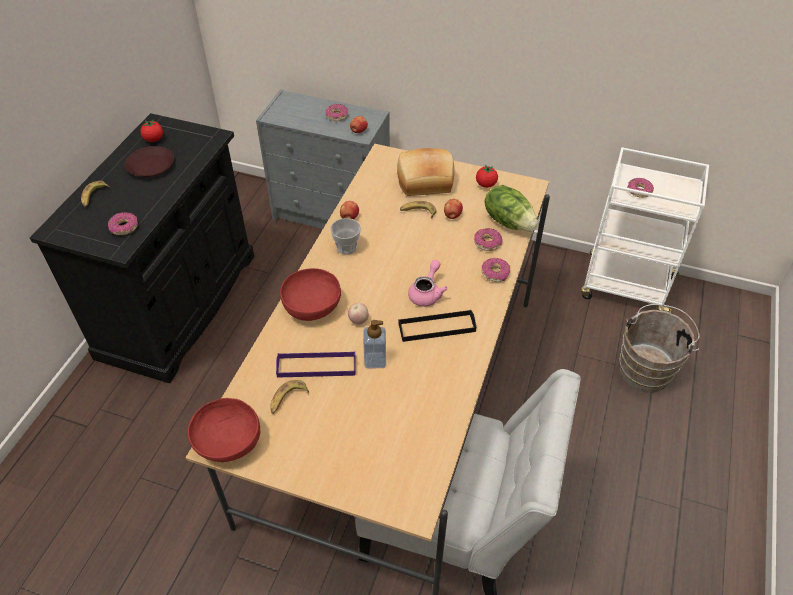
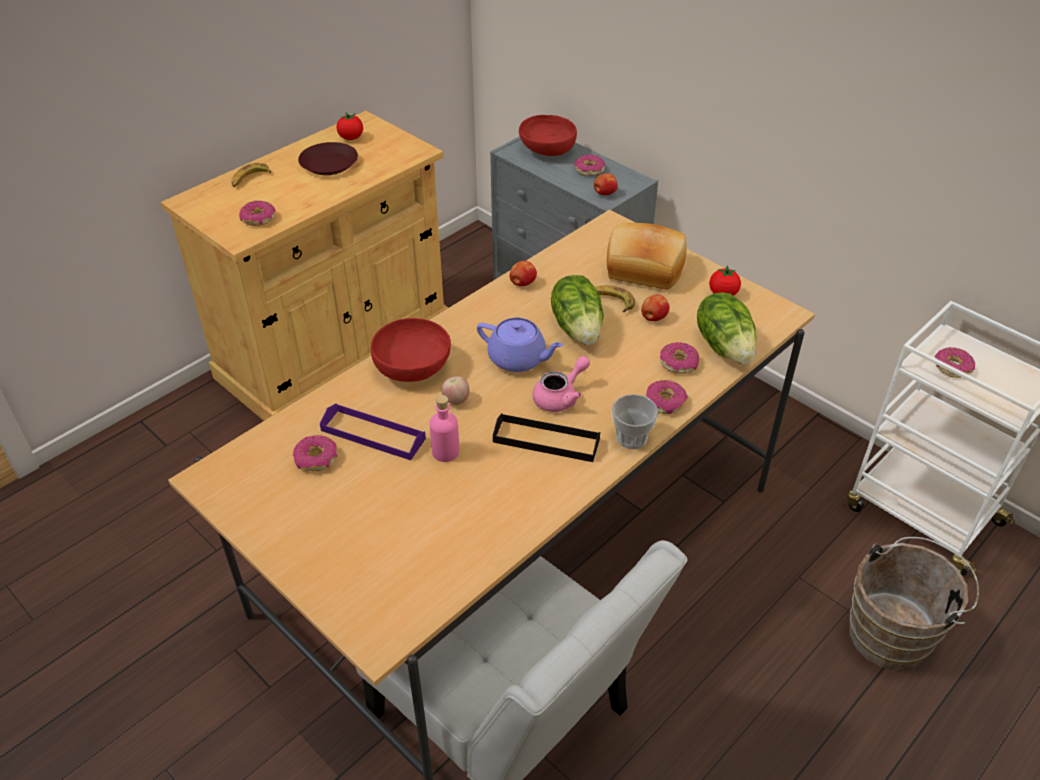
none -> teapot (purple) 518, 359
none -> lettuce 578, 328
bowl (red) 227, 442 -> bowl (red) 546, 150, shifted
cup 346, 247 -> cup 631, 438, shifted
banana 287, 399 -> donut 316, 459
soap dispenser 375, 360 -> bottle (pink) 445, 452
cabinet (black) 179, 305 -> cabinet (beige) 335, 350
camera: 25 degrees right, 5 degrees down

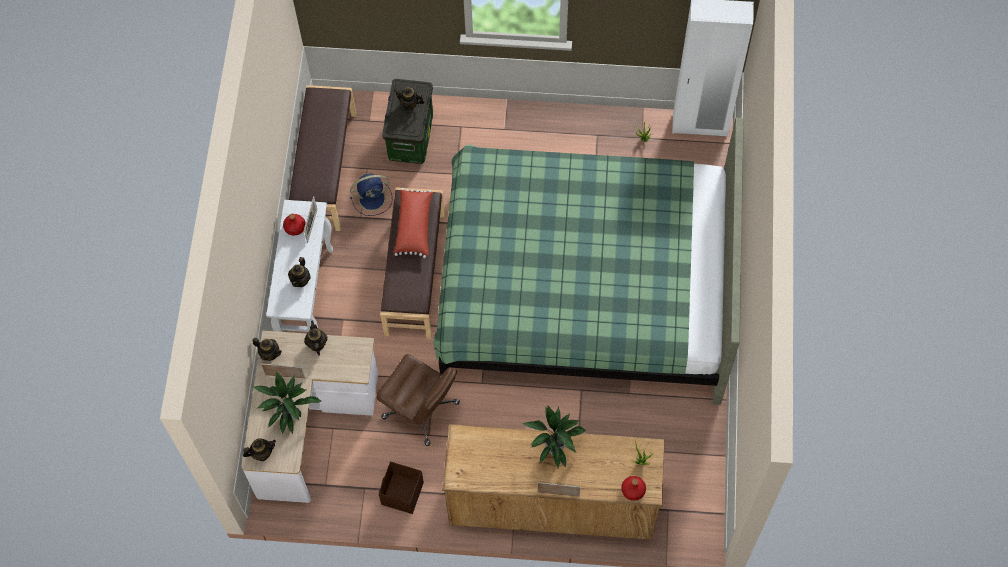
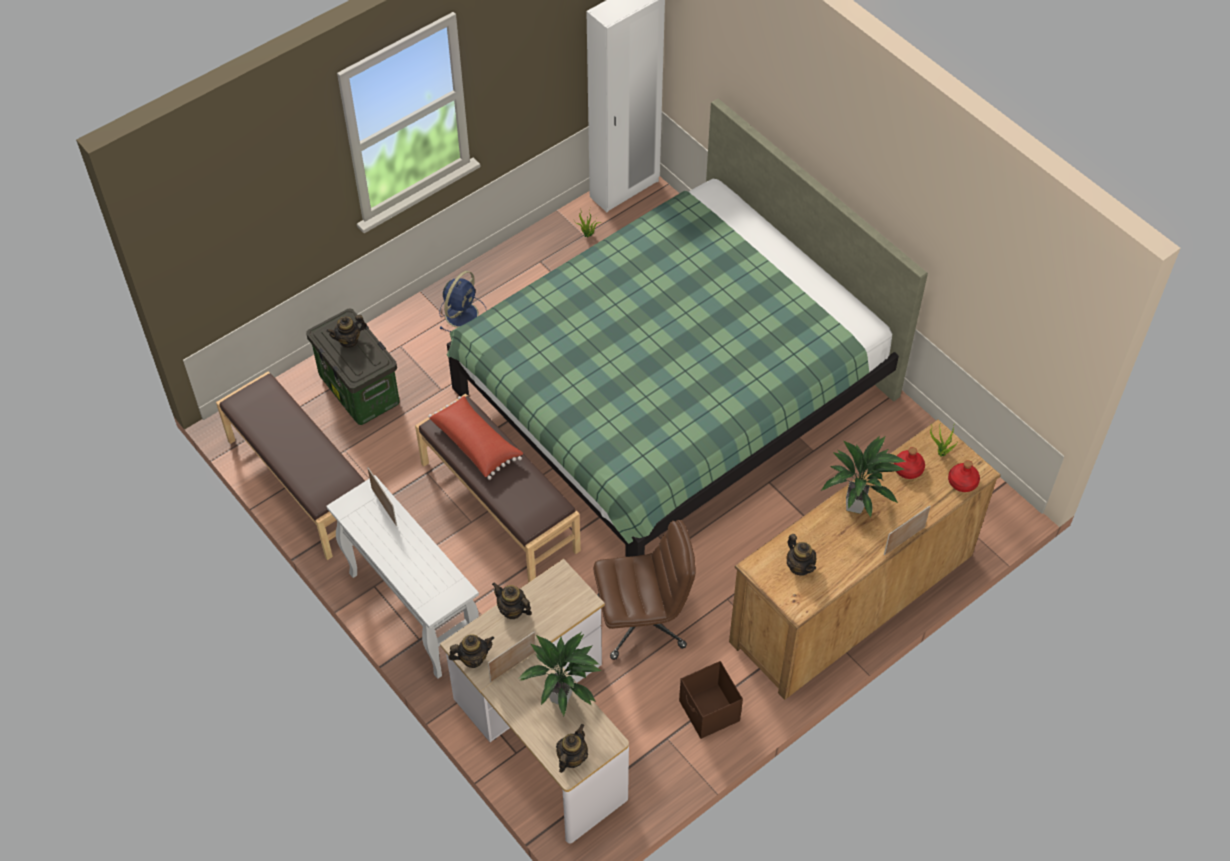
bottle (red) 295, 227 -> bottle (red) 908, 469, shifted
teapot 301, 280 -> teapot 800, 566, shifted
fan (blue) 373, 198 -> fan (blue) 462, 313, shifted
camera: 45 degrees left, 10 degrees down

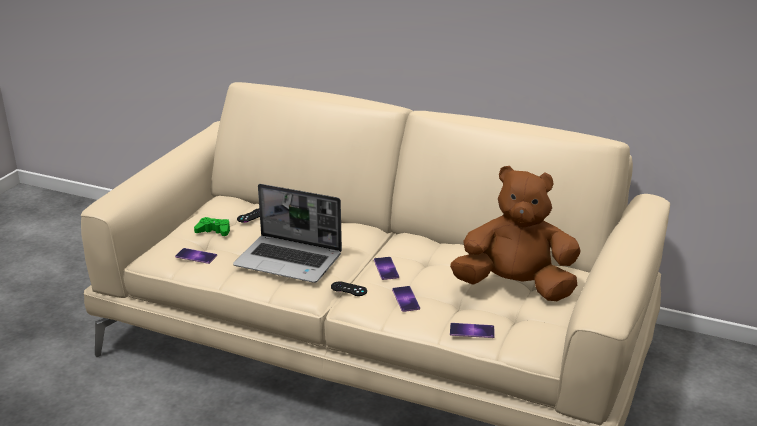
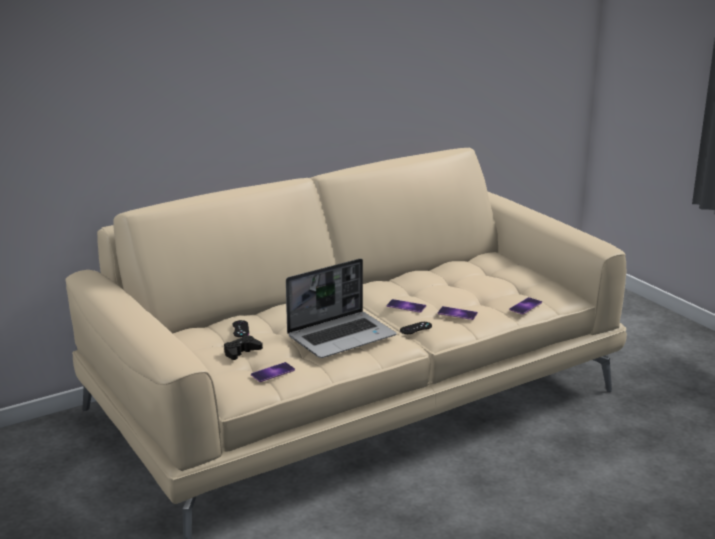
plush toy (brown) 515, 287 -> none
game controller (green) 214, 231 -> game controller (black) 241, 352
camera: 55 degrees left, 5 degrees down

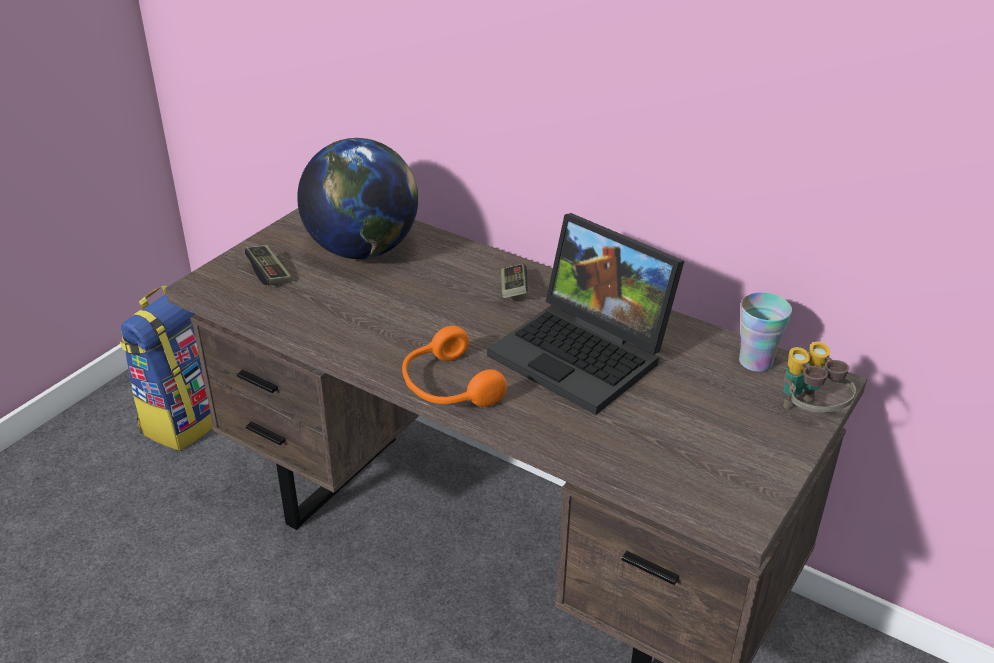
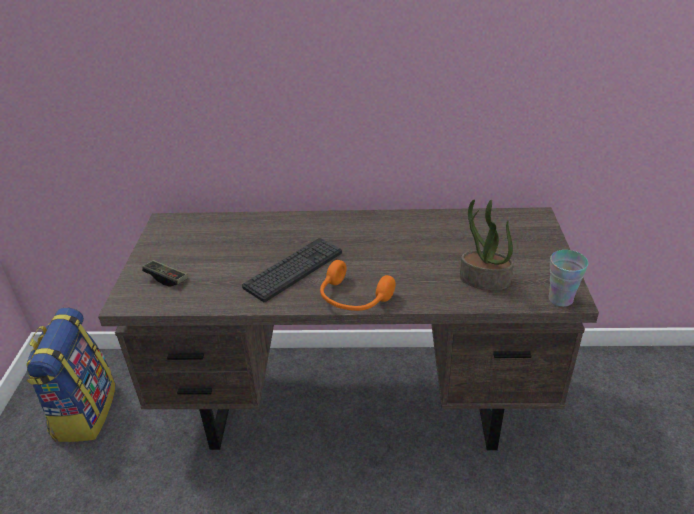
globe 362, 251 -> none
laptop 585, 354 -> none
game controller 513, 289 -> none
binoculars 809, 414 -> none
none -> keyboard 293, 269
none -> potted plant 484, 280
cup 755, 362 -> cup 560, 299, shifted
camera: 30 degrees left, 0 degrees up

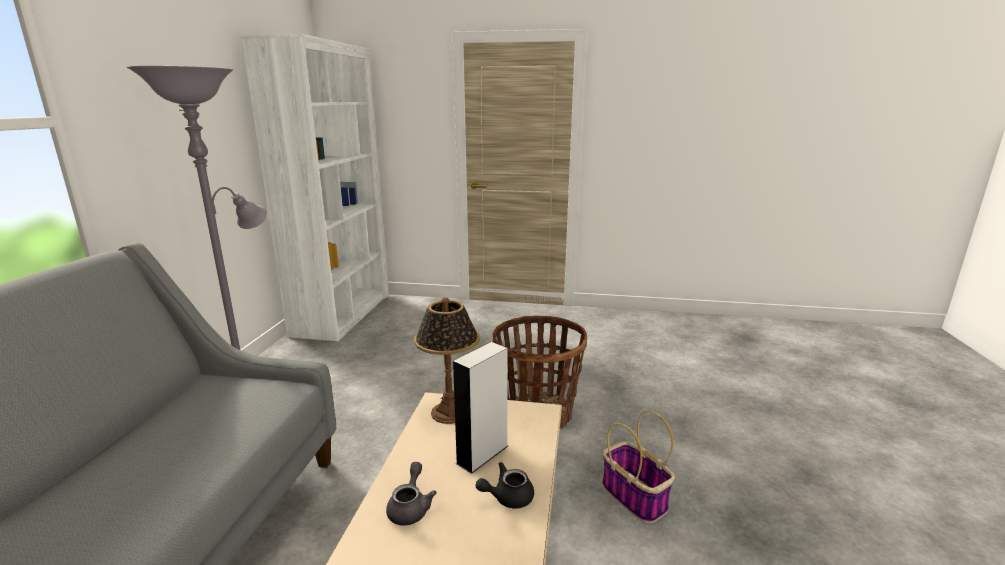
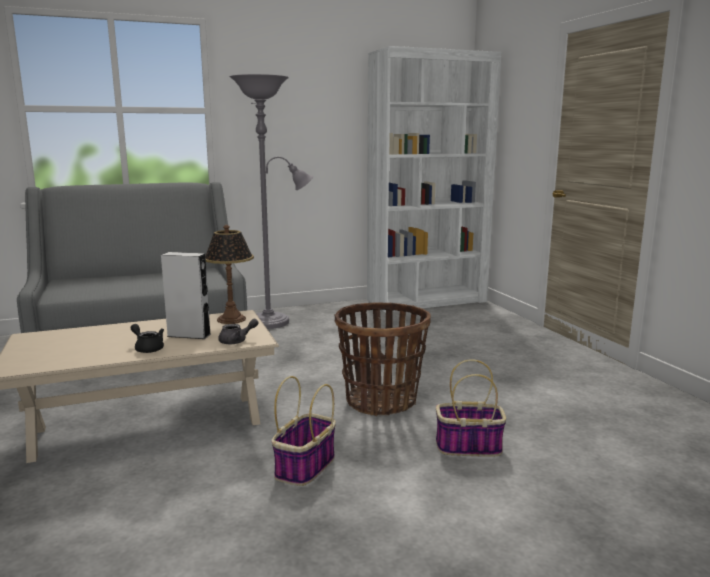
none -> basket 467, 447
teapot (grey) 411, 507 -> teapot (grey) 237, 341, shifted
camera: 60 degrees right, 5 degrees down

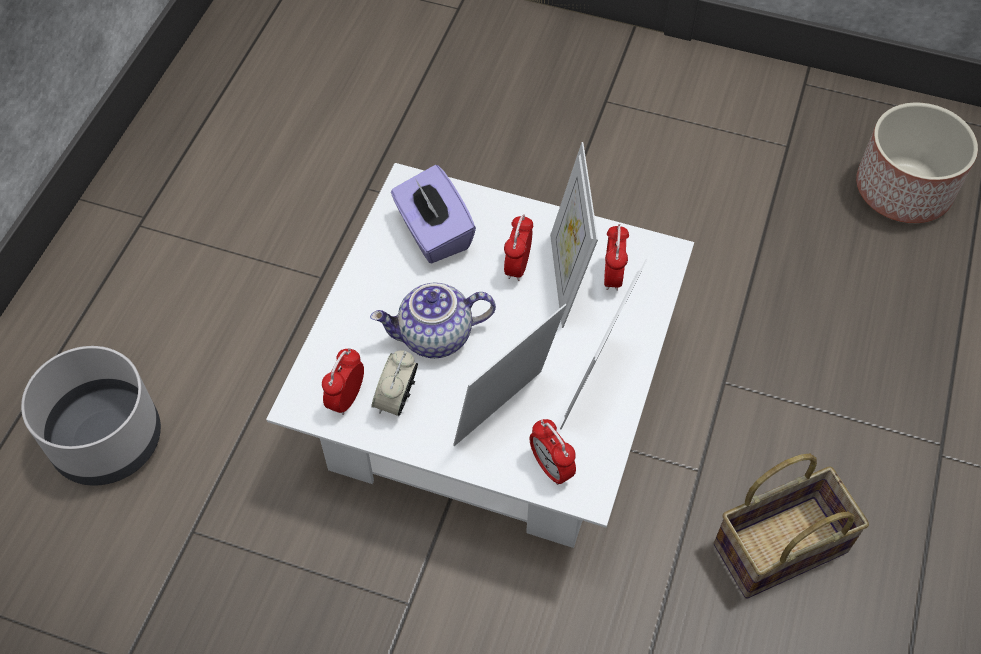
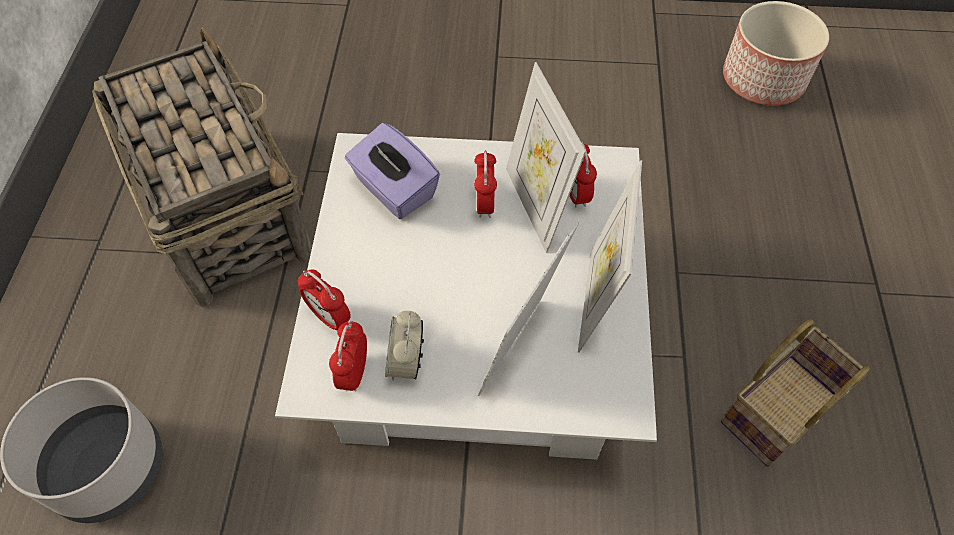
teapot 435, 337 -> none
none -> basket 224, 210
alarm clock 551, 467 -> alarm clock 330, 317, shifted
camera: 15 degrees left, 0 degrees up

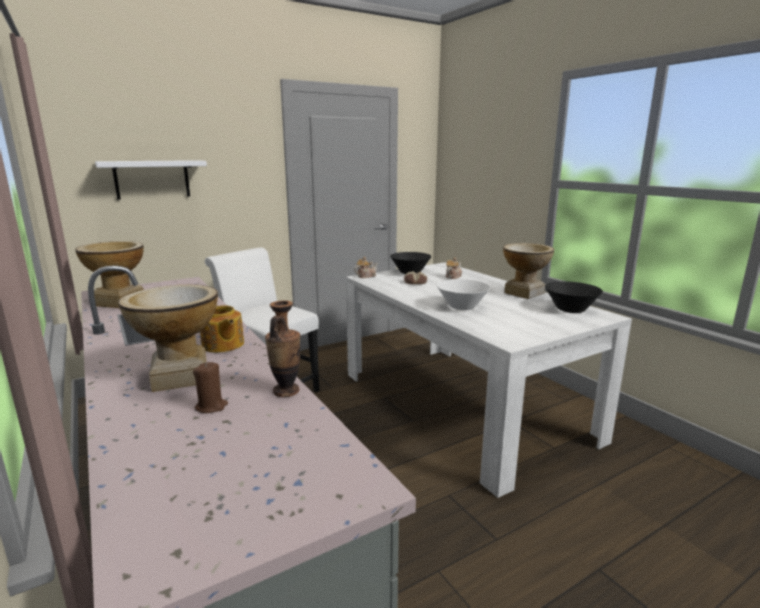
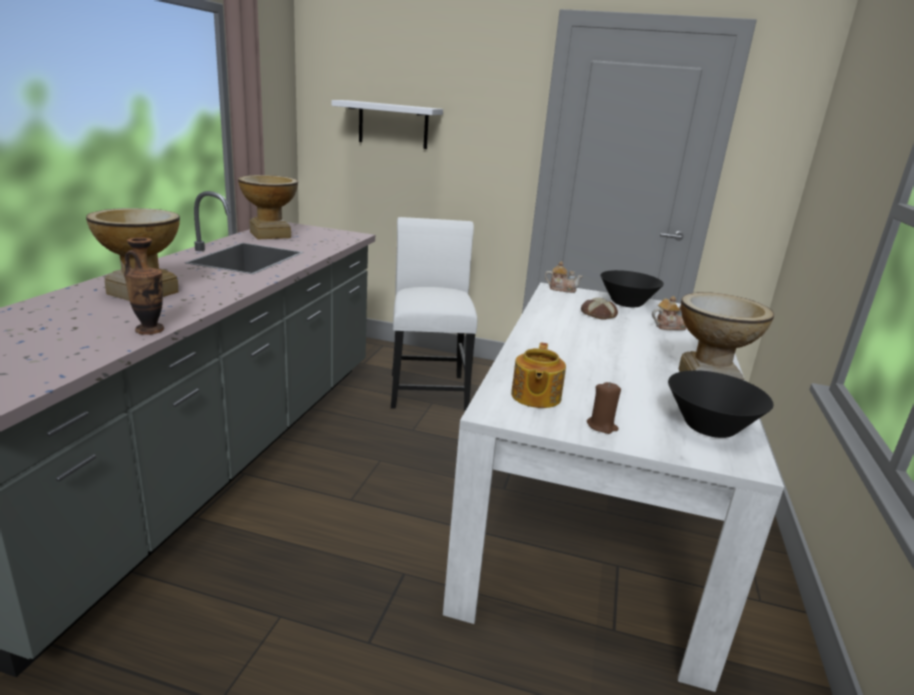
bowl (white) 462, 307 -> none
candle (brown) 211, 407 -> candle (brown) 602, 426, shifted
teapot 222, 345 -> teapot 535, 397, shifted
camera: 45 degrees right, 5 degrees up

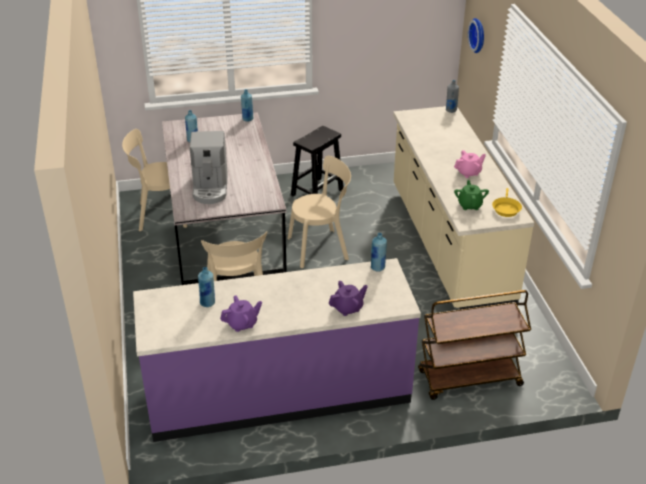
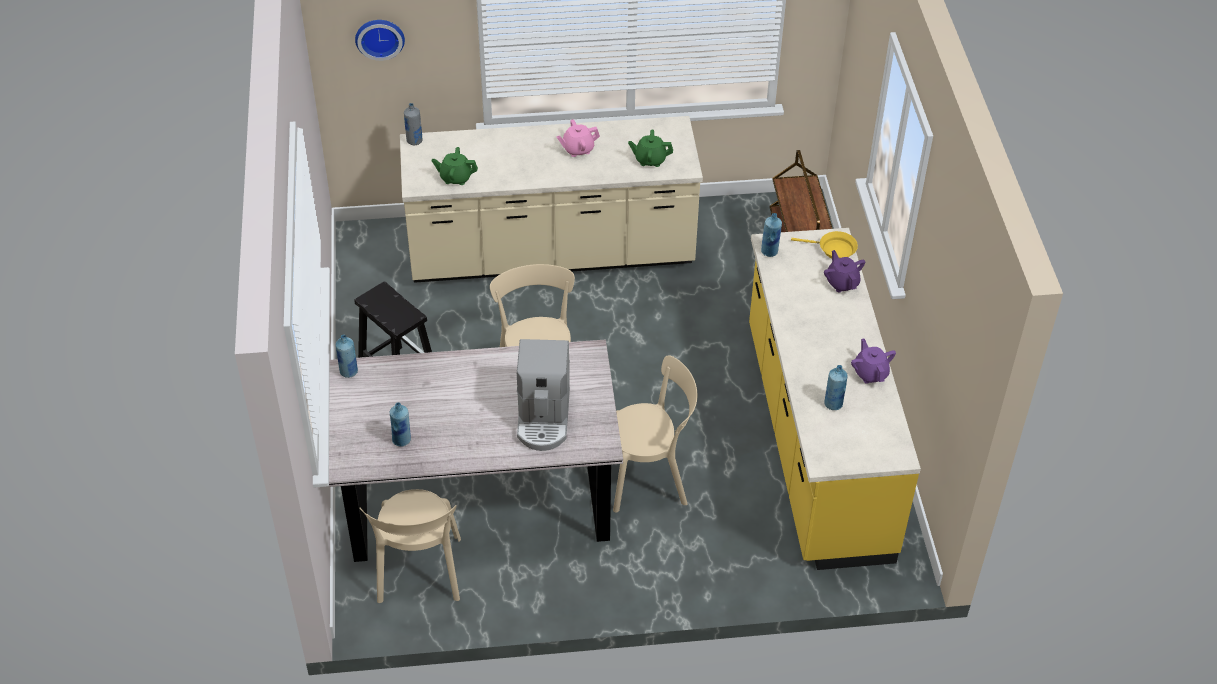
none -> teapot (green) 455, 177
frying pan (yellow) 506, 209 -> frying pan (yellow) 833, 249, shifted
counter (purple) 278, 392 -> counter (yellow) 815, 442
coffee machine 210, 188 -> coffee machine 543, 418, 90 degrees clockwise
teapot (pink) 469, 172 -> teapot (pink) 578, 149, 90 degrees counterclockwise
camera: 85 degrees left, 10 degrees up

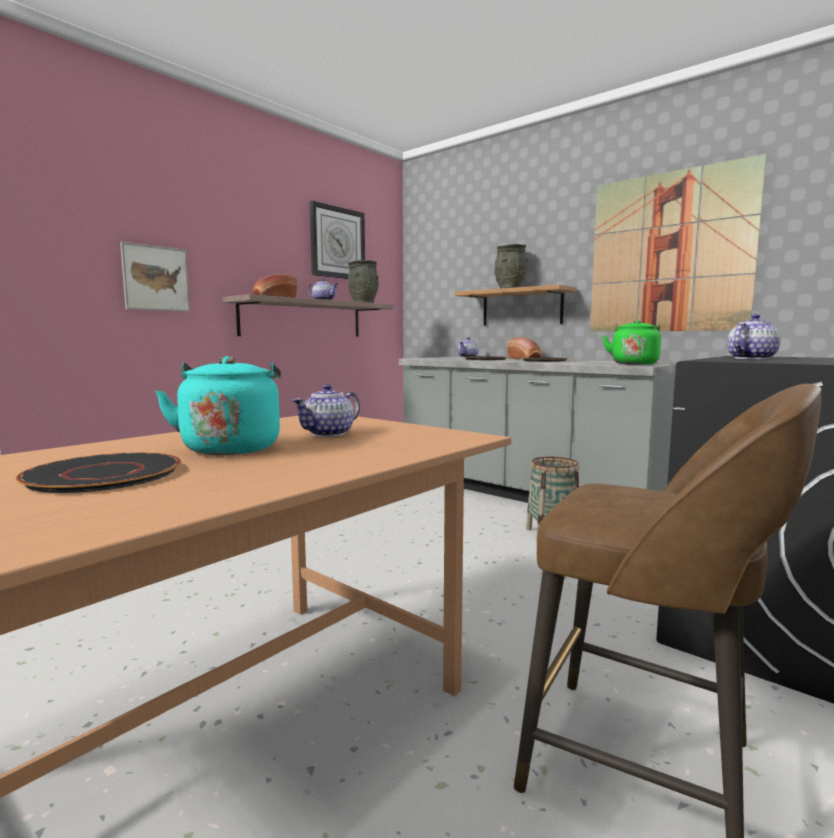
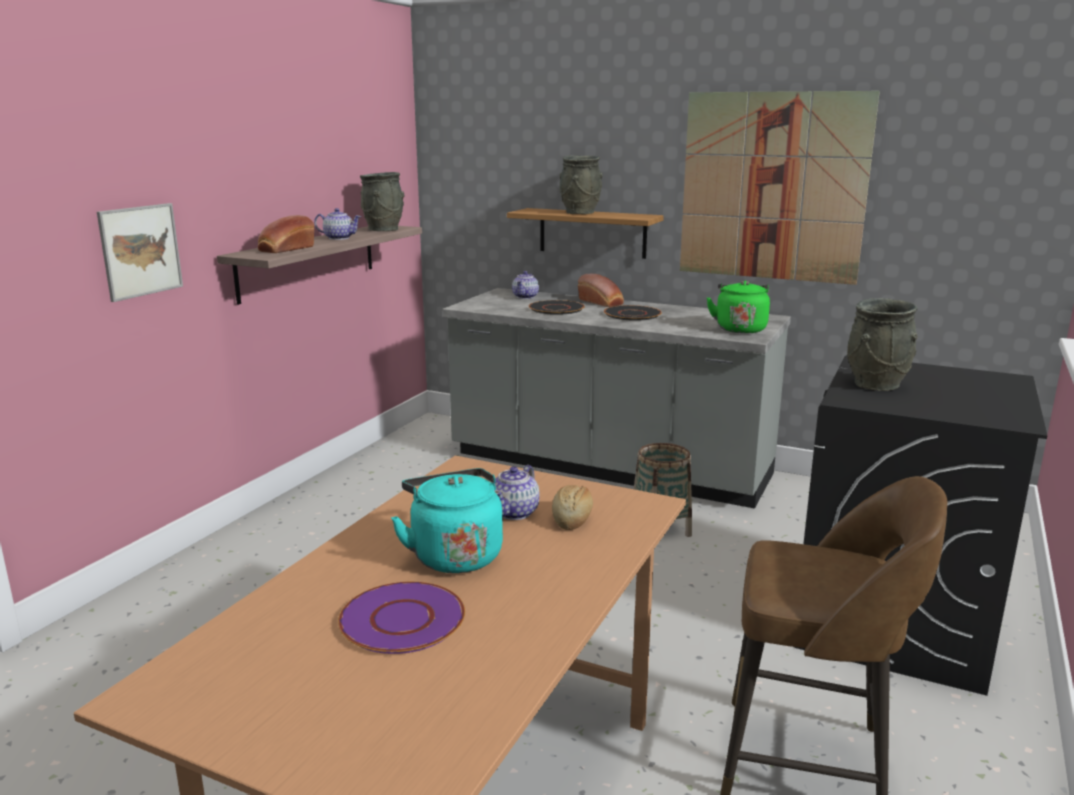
wall clock 337, 243 -> none
none -> bread 572, 518
teapot 750, 358 -> vase (grey) 875, 384
plate (black) 103, 474 -> plate (purple) 401, 619
camera: 15 degrees left, 10 degrees up

